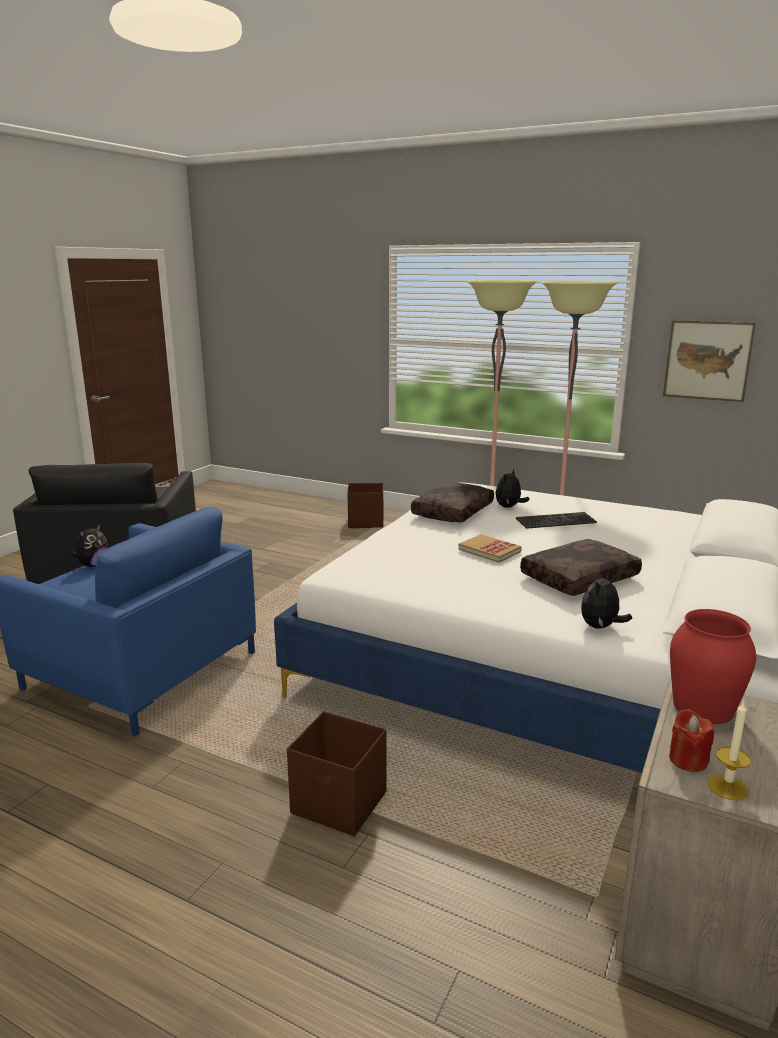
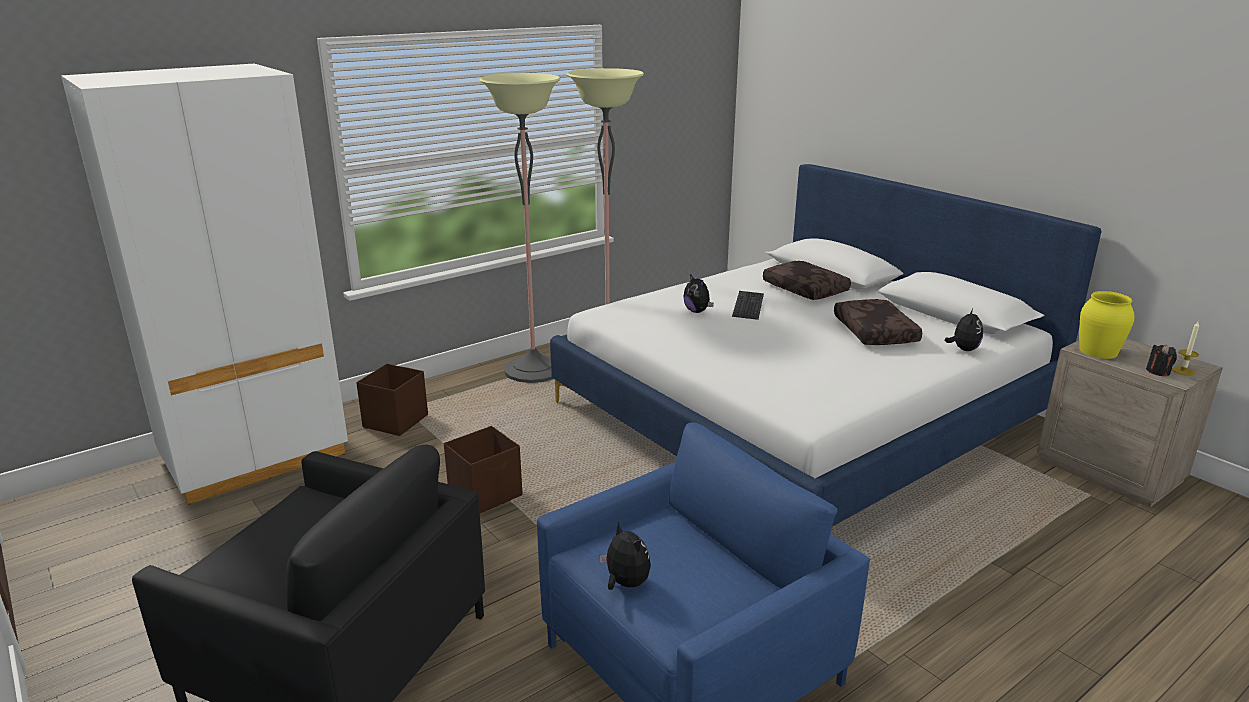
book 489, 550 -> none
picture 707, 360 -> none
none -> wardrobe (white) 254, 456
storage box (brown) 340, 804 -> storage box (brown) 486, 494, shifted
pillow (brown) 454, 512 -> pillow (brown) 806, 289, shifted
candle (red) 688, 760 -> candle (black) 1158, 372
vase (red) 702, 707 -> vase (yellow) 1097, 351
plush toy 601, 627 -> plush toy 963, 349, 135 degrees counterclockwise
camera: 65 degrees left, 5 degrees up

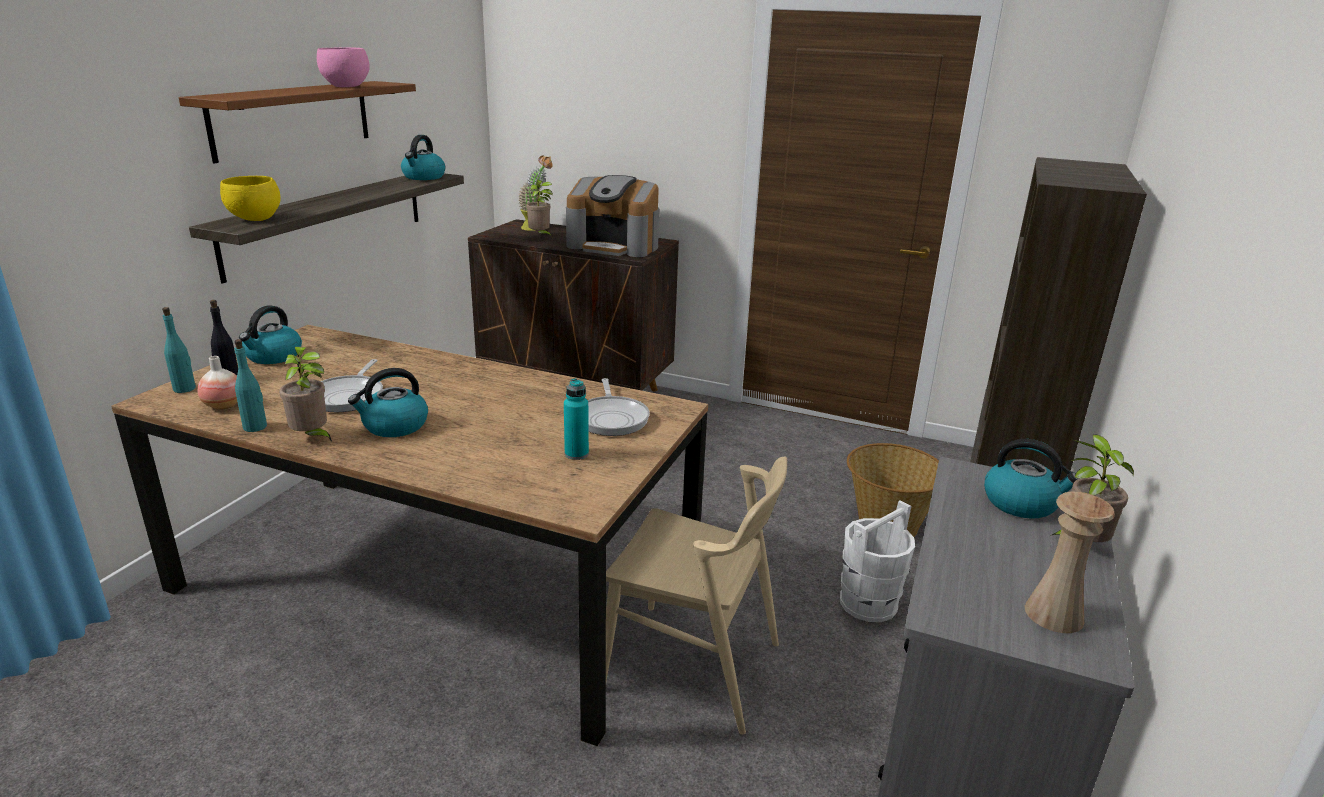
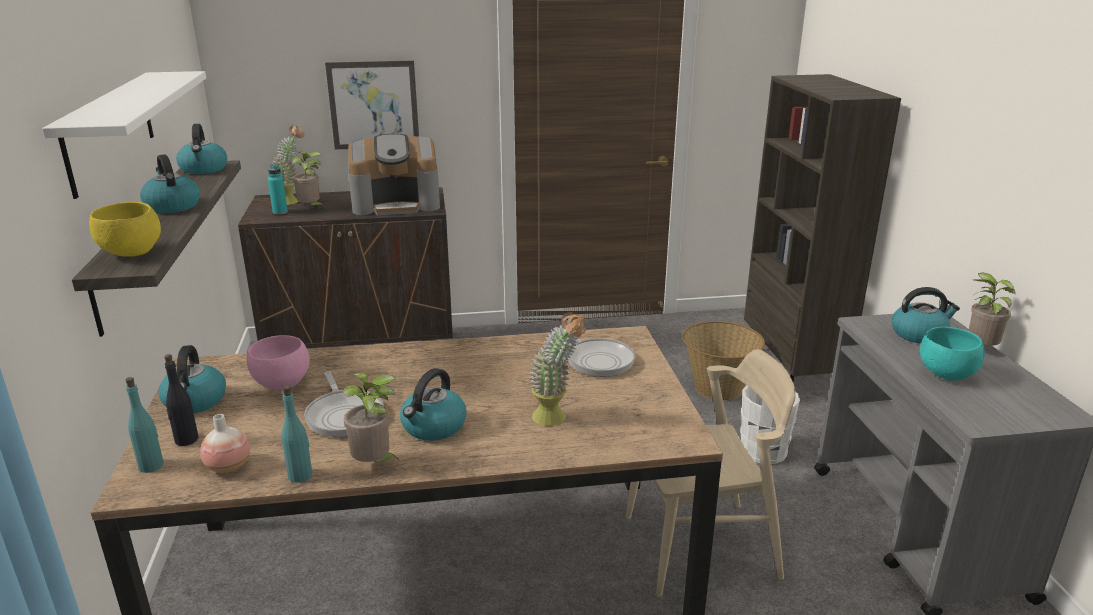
vase (beige) 1054, 614 -> none
none -> kettle 172, 206
none -> picture 373, 105
none -> potted plant 556, 420
none -> bowl (turquoise) 947, 375
bowl (pink) 345, 86 -> bowl (pink) 282, 385, shifted
bottle (turquoise) 576, 454 -> bottle (turquoise) 280, 212, shifted
shelf (brown) 293, 119 -> shelf (white) 110, 130
camera: 30 degrees left, 0 degrees up

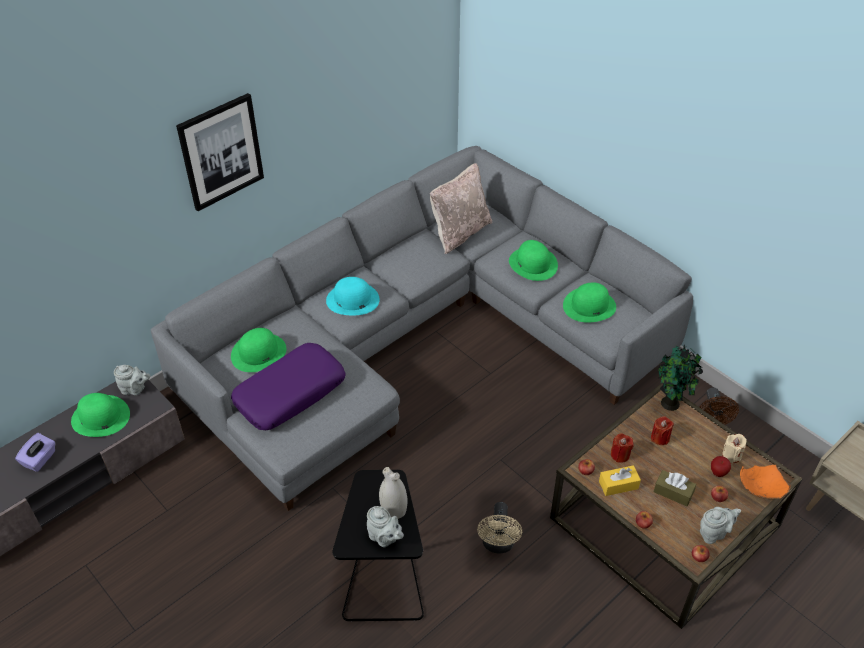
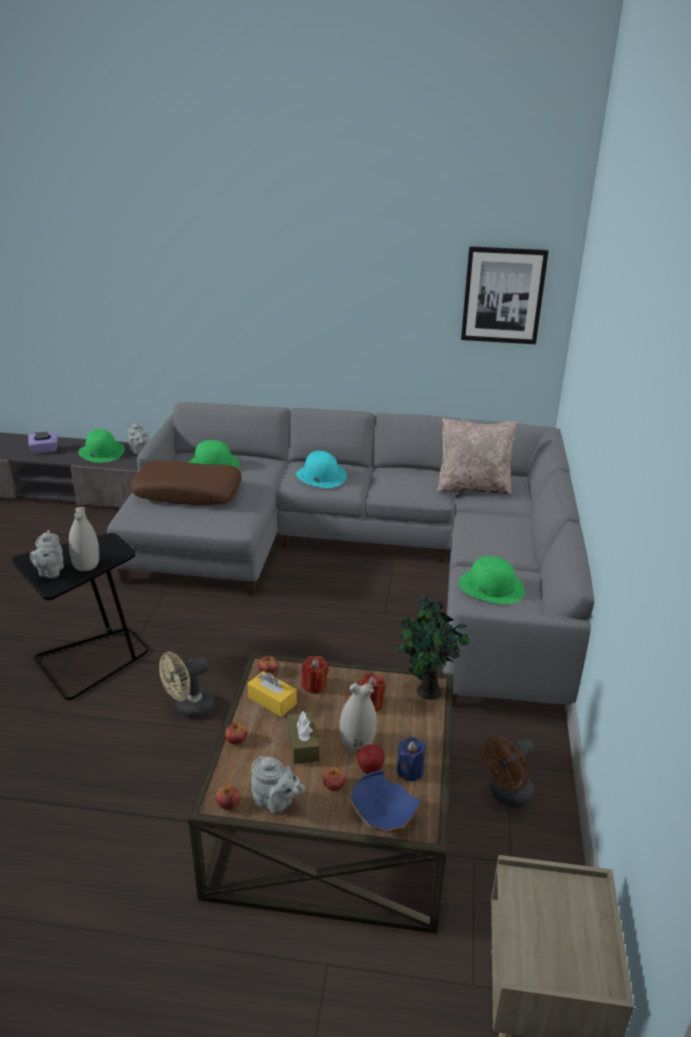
hat (green) 533, 264 -> none
none -> vase (white) 357, 742
picture 221, 152 -> picture 503, 295, shifted
pillow (purple) 290, 393 -> pillow (brown) 188, 493
candle (beige) 731, 455 -> candle (blue) 410, 771
bowl (orange) 760, 490 -> bowl (blue) 382, 818
camera: 50 degrees right, 15 degrees down

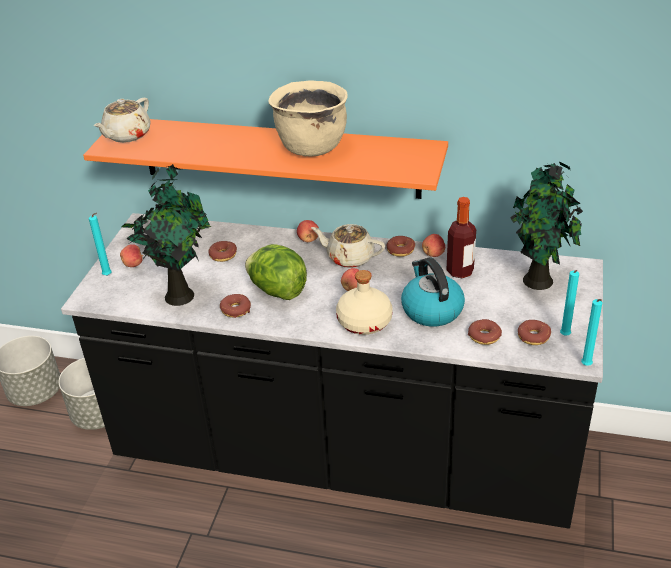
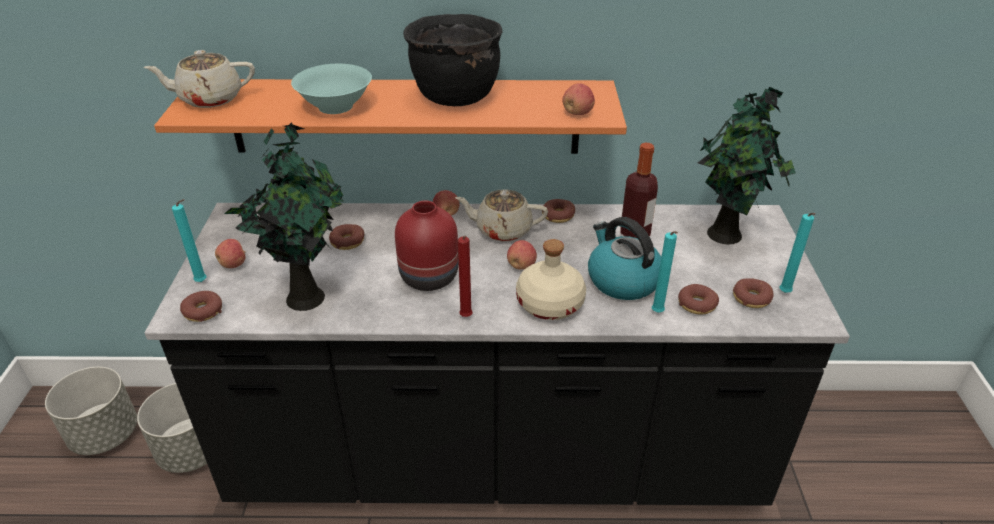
none -> bowl (turquoise) 334, 106
none -> candle (red) 466, 318
donut 235, 310 -> donut 203, 311, shifted
apple 433, 254 -> apple 577, 113, shifted
candle (turquoise) 586, 366 -> candle (turquoise) 658, 313, shifted
lettuce 277, 291 -> vase (red) 429, 278
cooking pot (beige) 311, 147 -> cooking pot (black) 455, 96
teapot (beige) 127, 135 -> teapot (beige) 209, 99, 60 degrees clockwise
camera: 15 degrees left, 0 degrees up

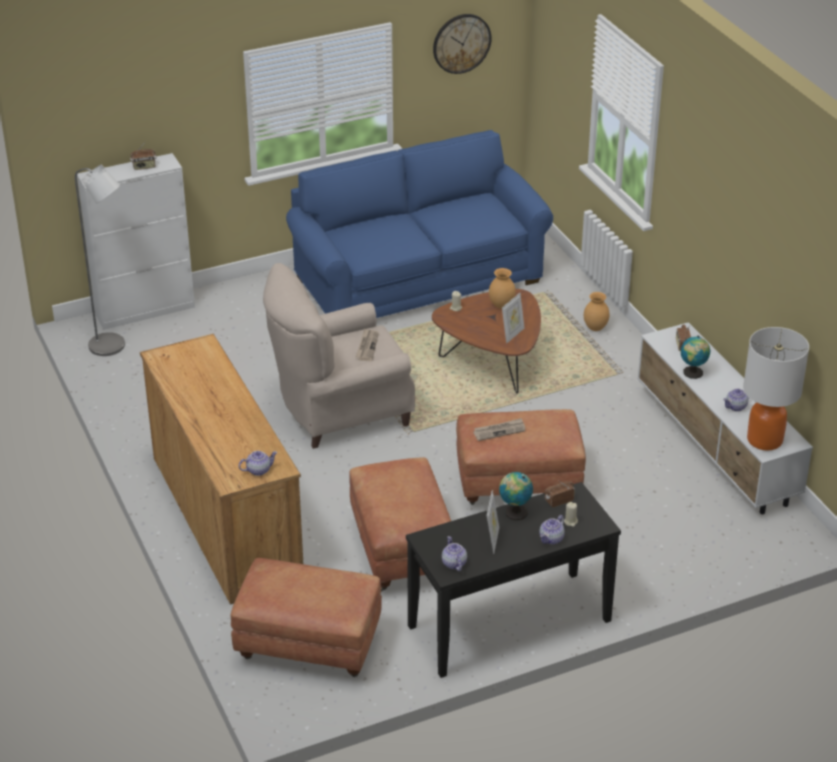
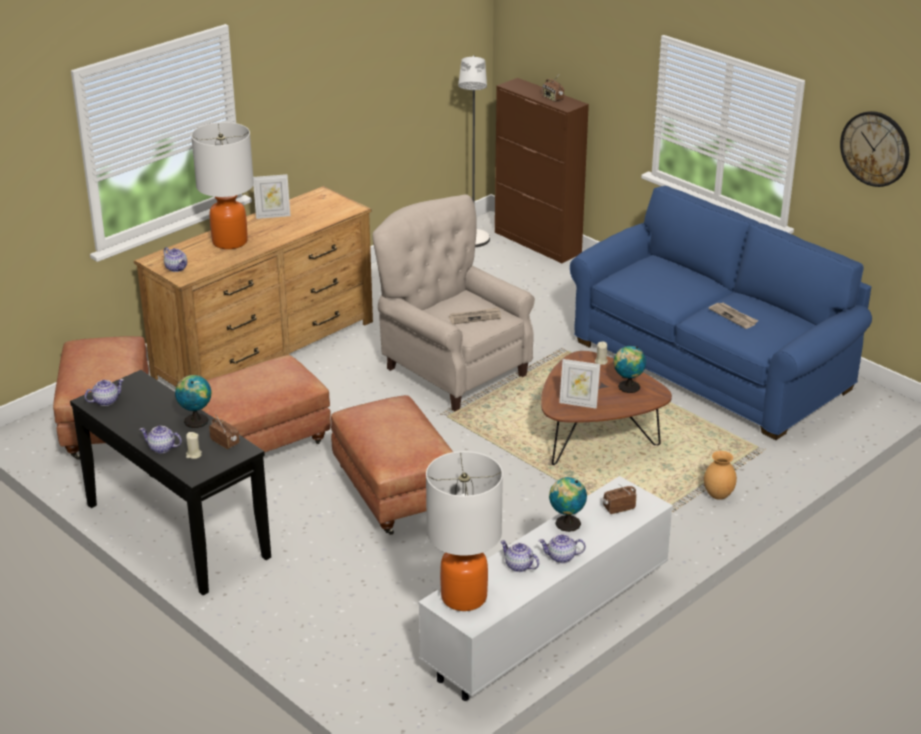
none -> table lamp 230, 242
none -> teapot 561, 557
newspaper 499, 431 -> newspaper 733, 316, shifted
picture frame 492, 540 -> picture frame 273, 215, shifted
vase (brown) 502, 306 -> globe 627, 387
cabinet (white) 145, 310 -> cabinet (brown) 537, 243
camera: 70 degrees right, 5 degrees down

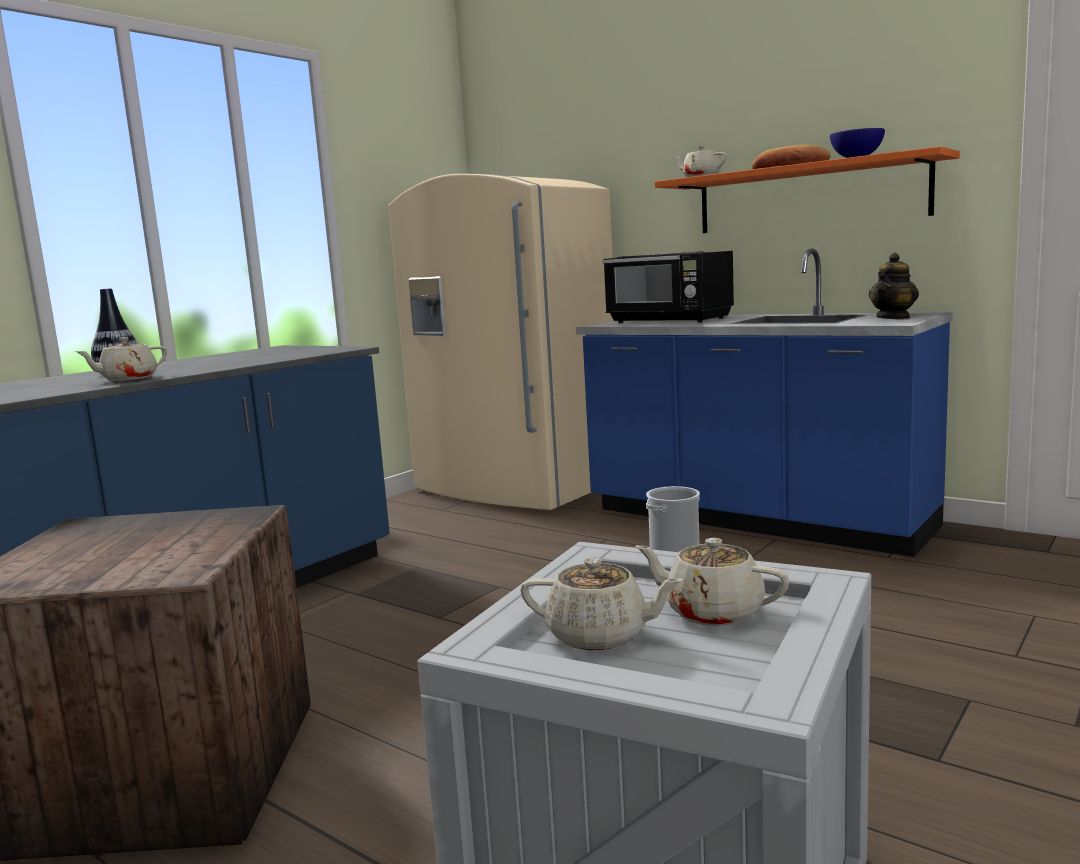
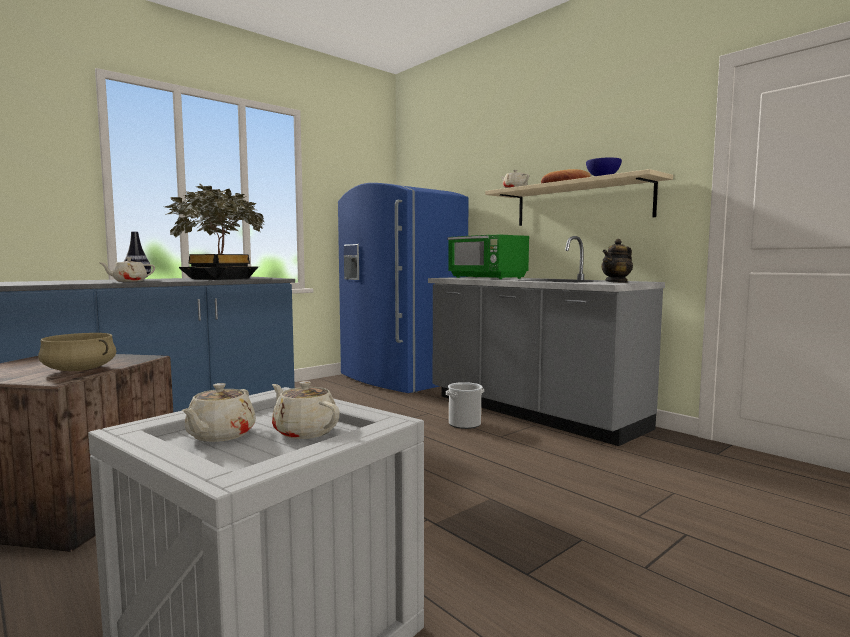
none -> cooking pot (beige) 79, 370
none -> potted plant 220, 278
fridge (beige) 515, 488 -> fridge (blue) 400, 379
counter (blue) 755, 520 -> counter (grey) 531, 412
microwave (black) 670, 320 -> microwave (green) 487, 278
shelf (orange) 809, 197 -> shelf (beige) 581, 203
teapot (beige) 600, 636 -> teapot (beige) 220, 435, 75 degrees clockwise
camera: 10 degrees right, 5 degrees down

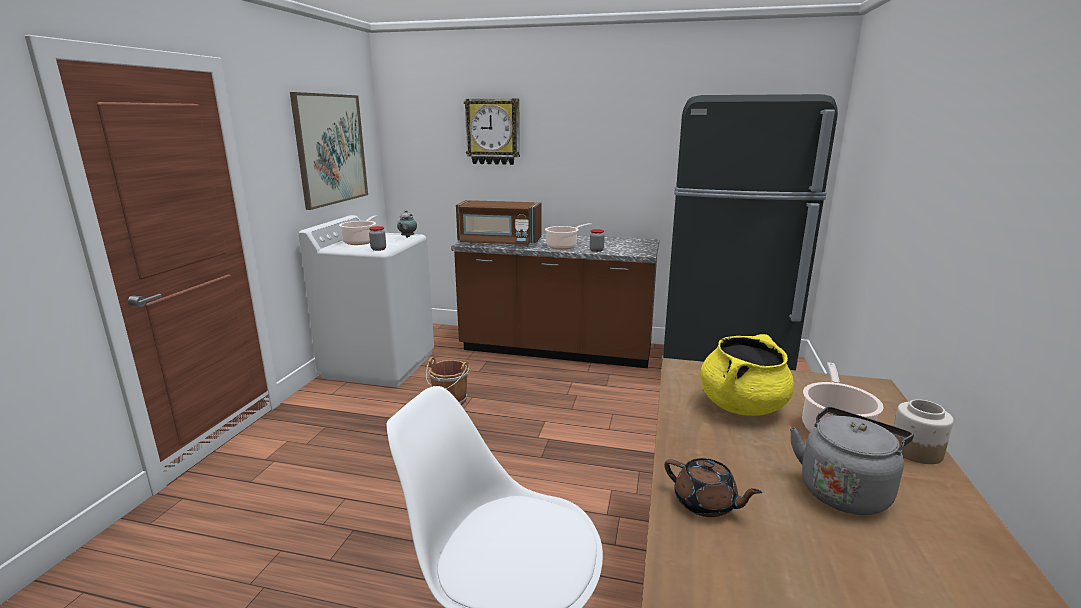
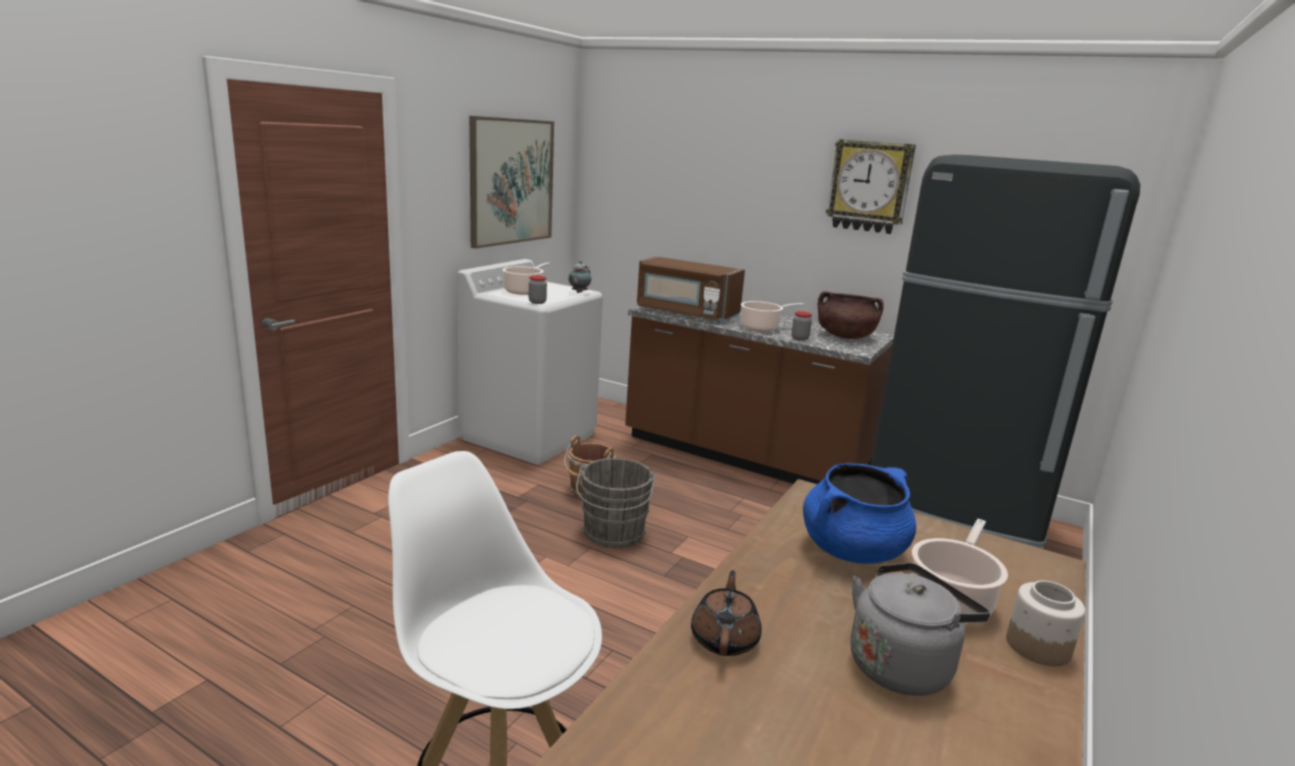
none -> bucket (grey) 613, 534
none -> cooking pot (brown) 845, 336
wall clock 493, 132 -> wall clock 869, 186, shifted
cooking pot (yellow) 742, 406 -> cooking pot (blue) 853, 550
teapot (brown) 706, 504 -> teapot (brown) 725, 638, 135 degrees counterclockwise
camera: 15 degrees right, 0 degrees up

